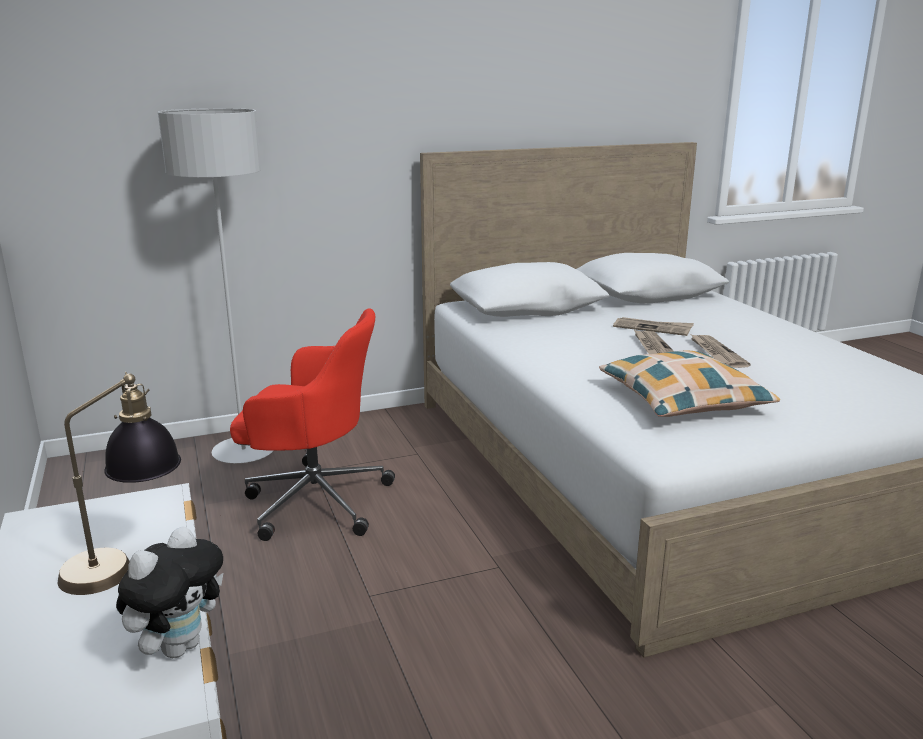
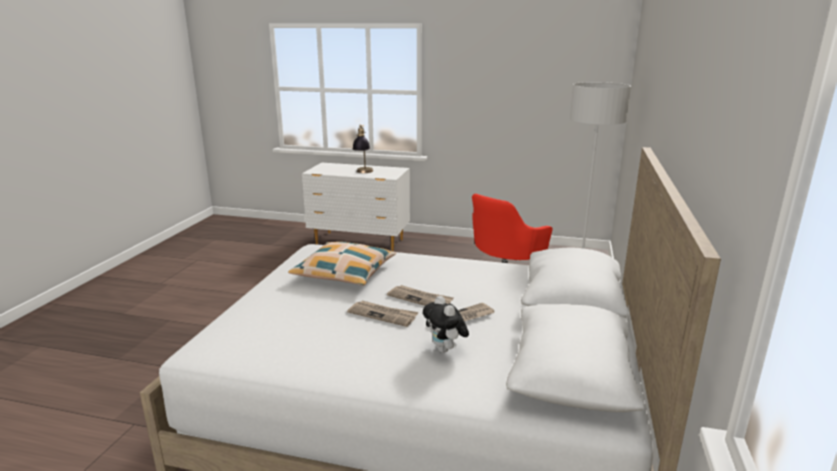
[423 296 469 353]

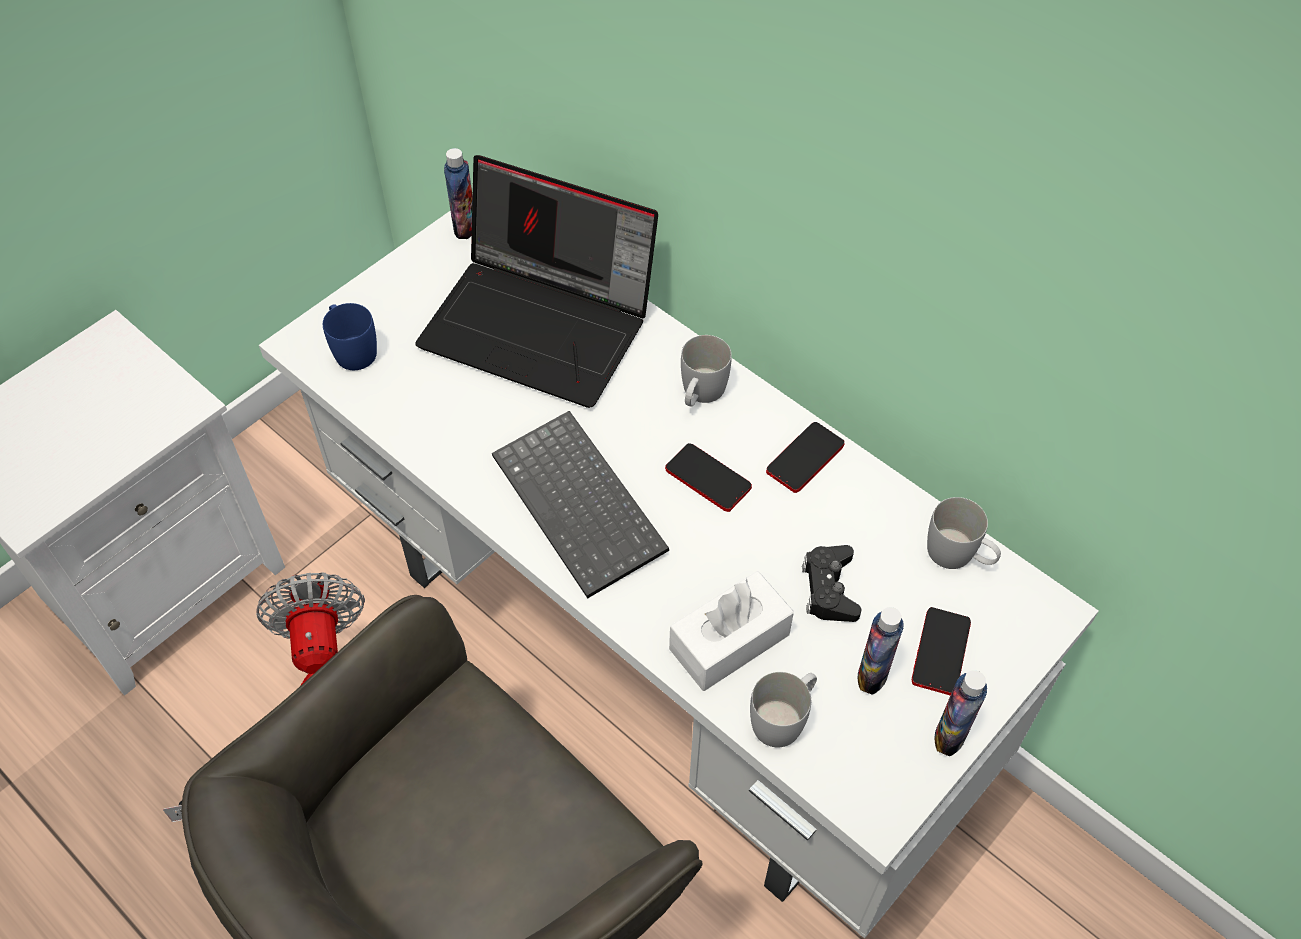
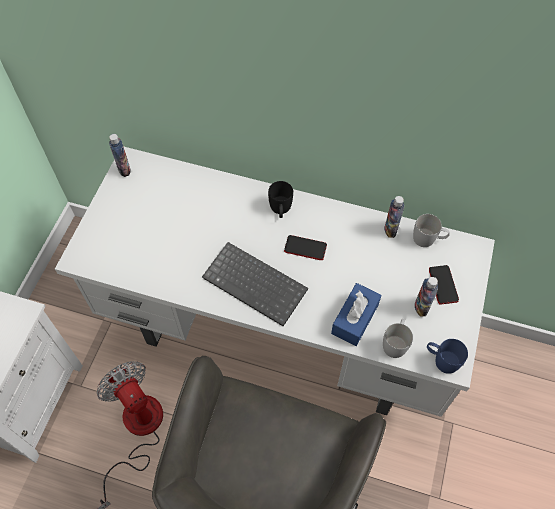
[415 155 658 408] (first image)
[766 422 845 493] (first image)
[802 545 861 622] (first image)
[427 339 468 374]
[384 196 404 238]
[331 283 381 346]
[268 181 293 218]

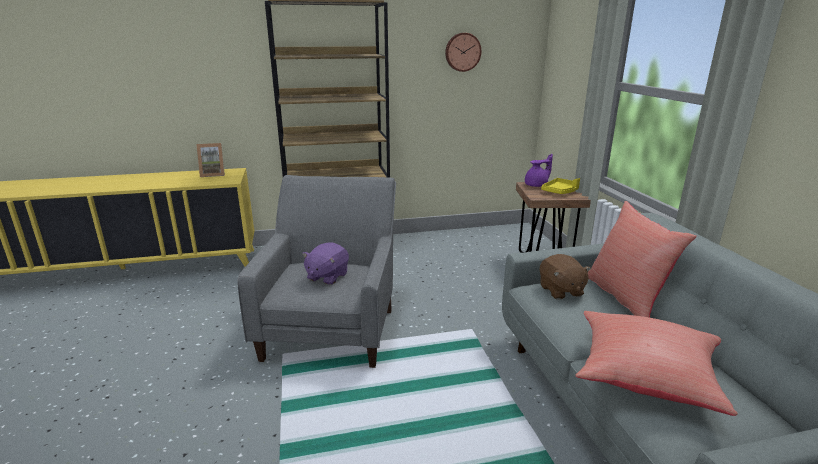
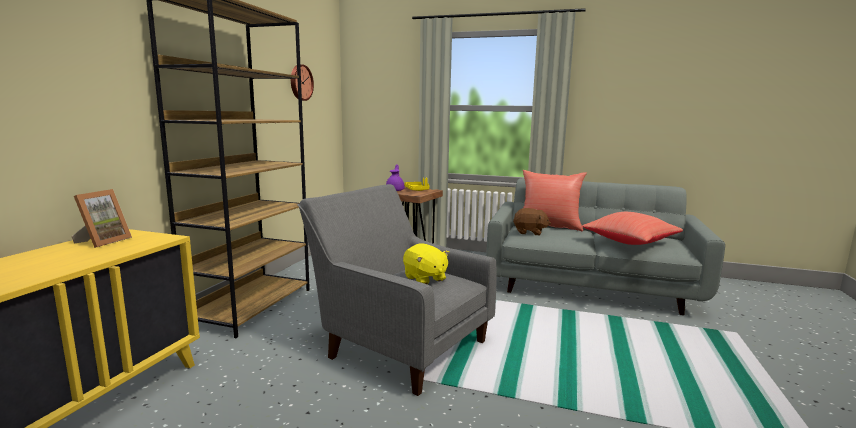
[403 243 450 284]

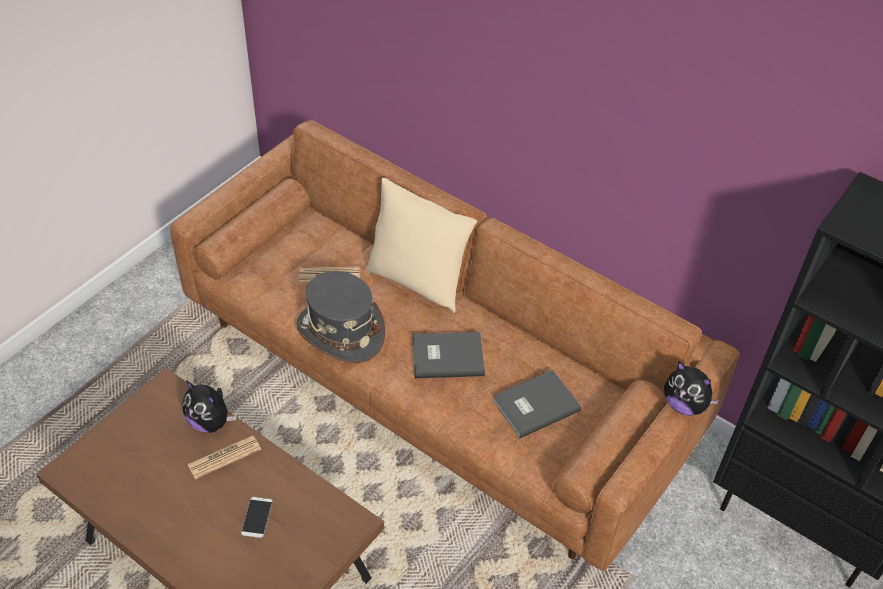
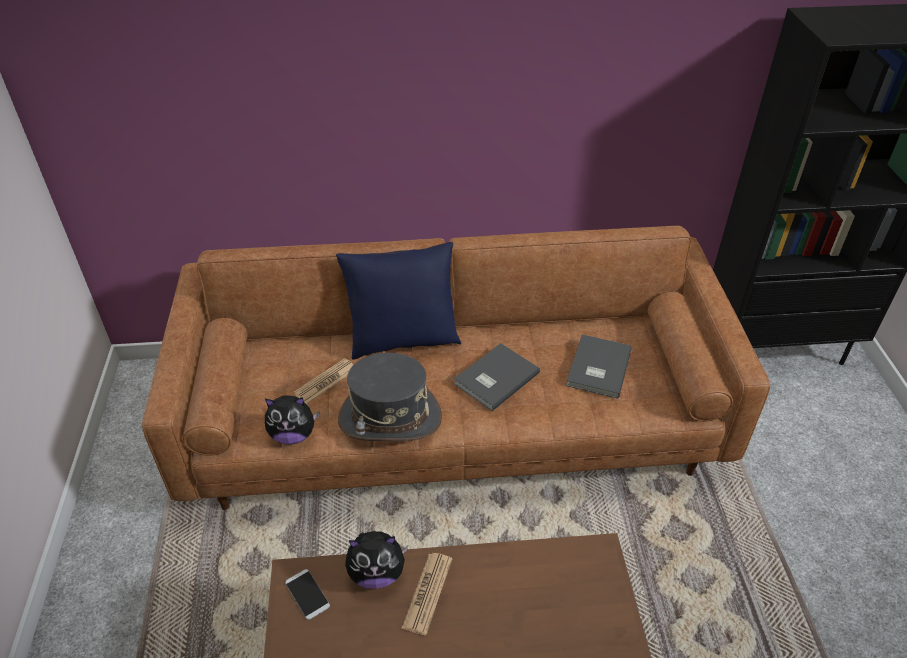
[285 569 330 620]
[265 395 319 445]
[336 242 461 360]

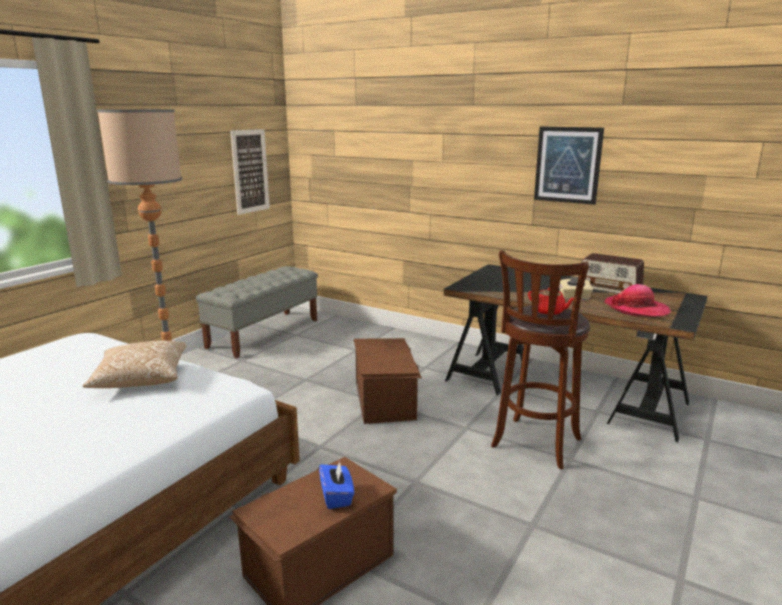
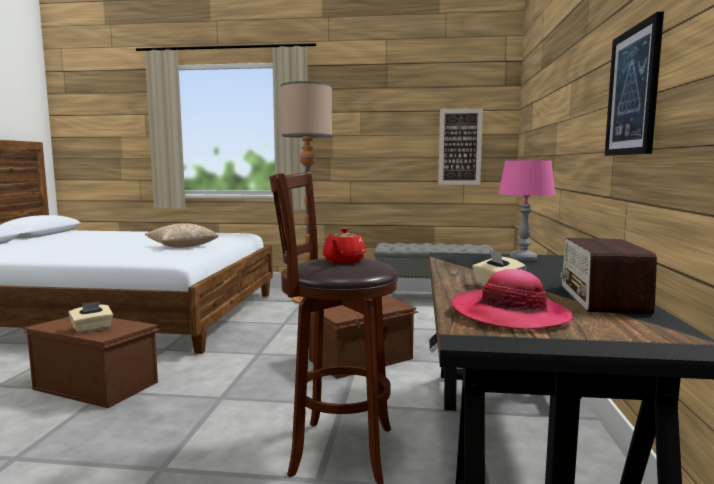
[498 160 556 261]
[68 301 113 333]

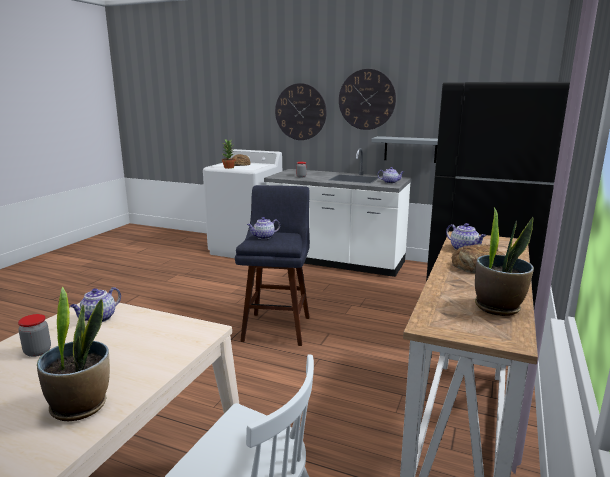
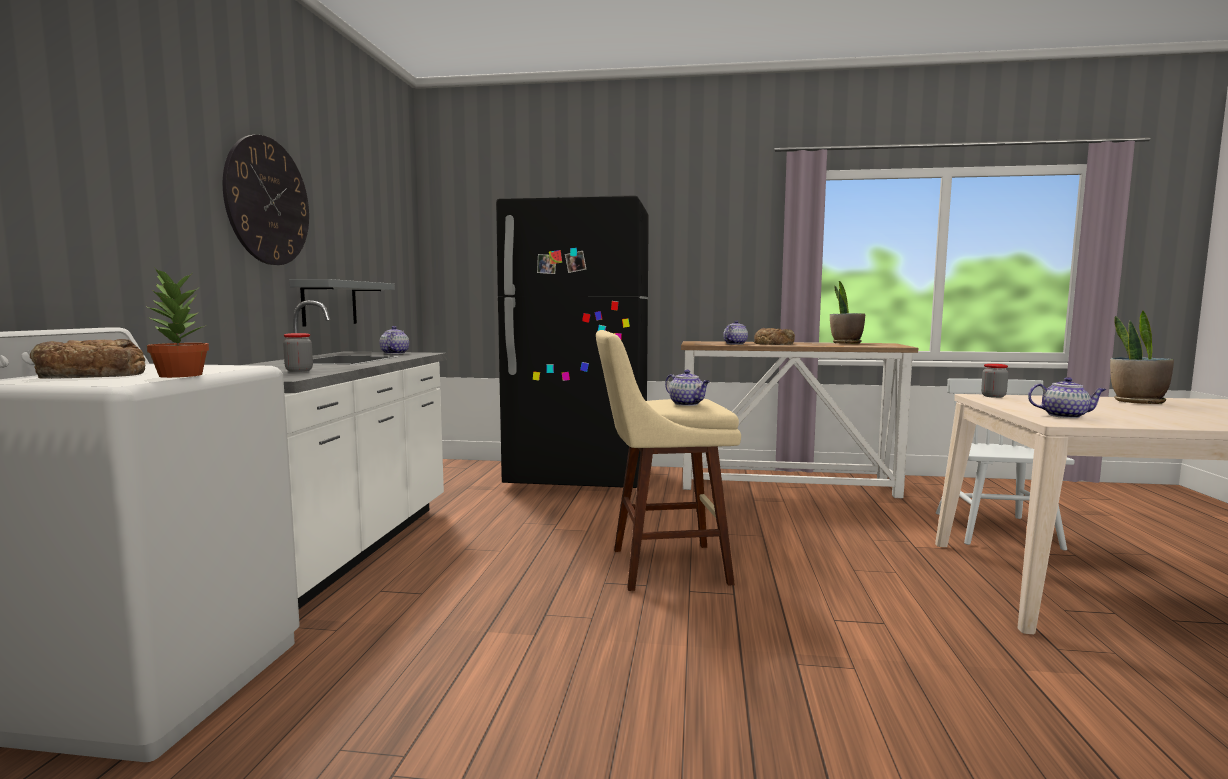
[275 83 327 140] (first image)
[981 364 1008 398]
[596 330 741 591]

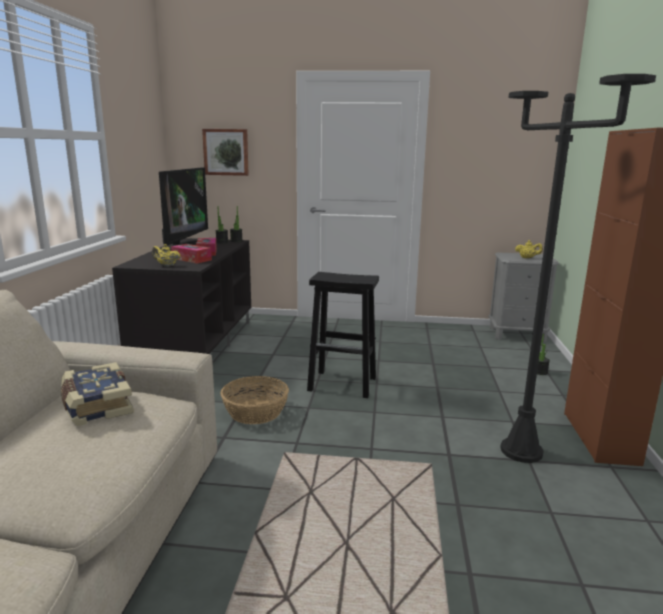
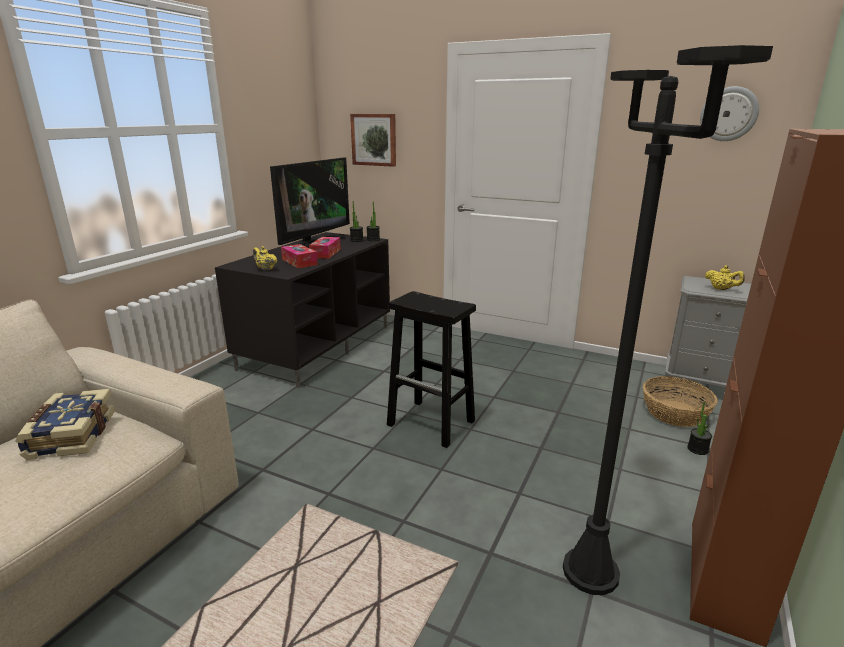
[700 86 759 141]
[643 376 718 427]

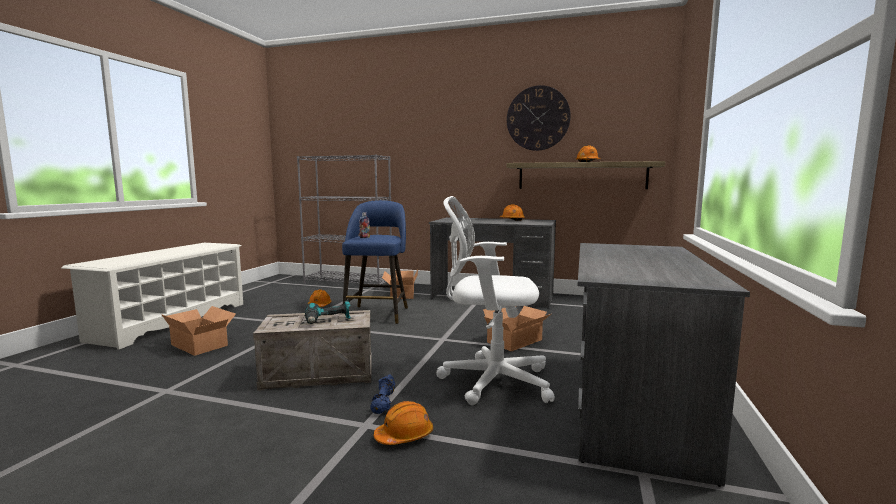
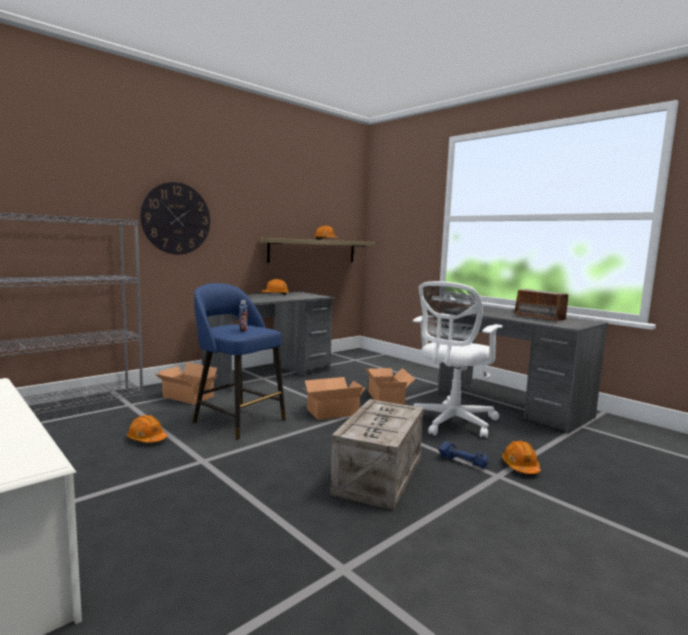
[305 301 351 324] (first image)
[513 289 571 322]
[301 377 365 420]
[140 182 210 255]

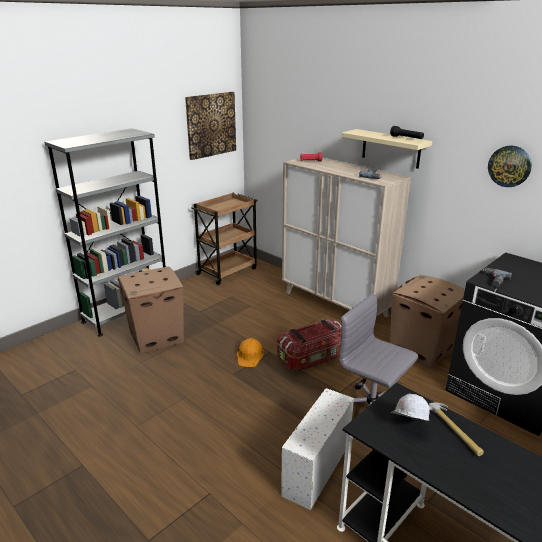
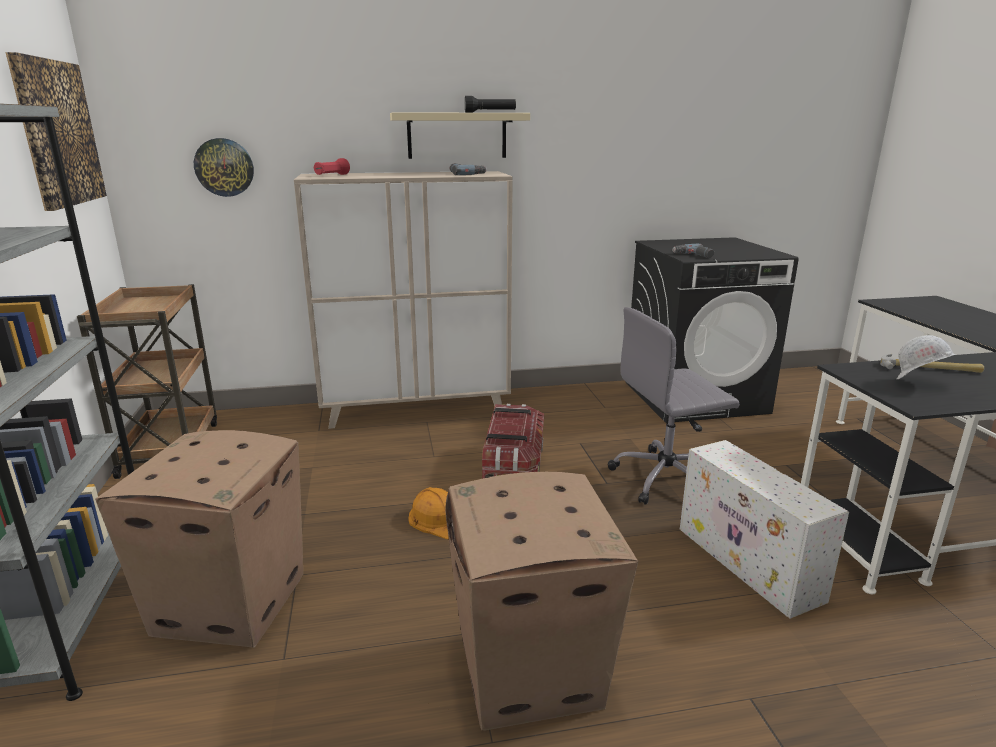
[445 472 638 731]
[194 138 254 197]

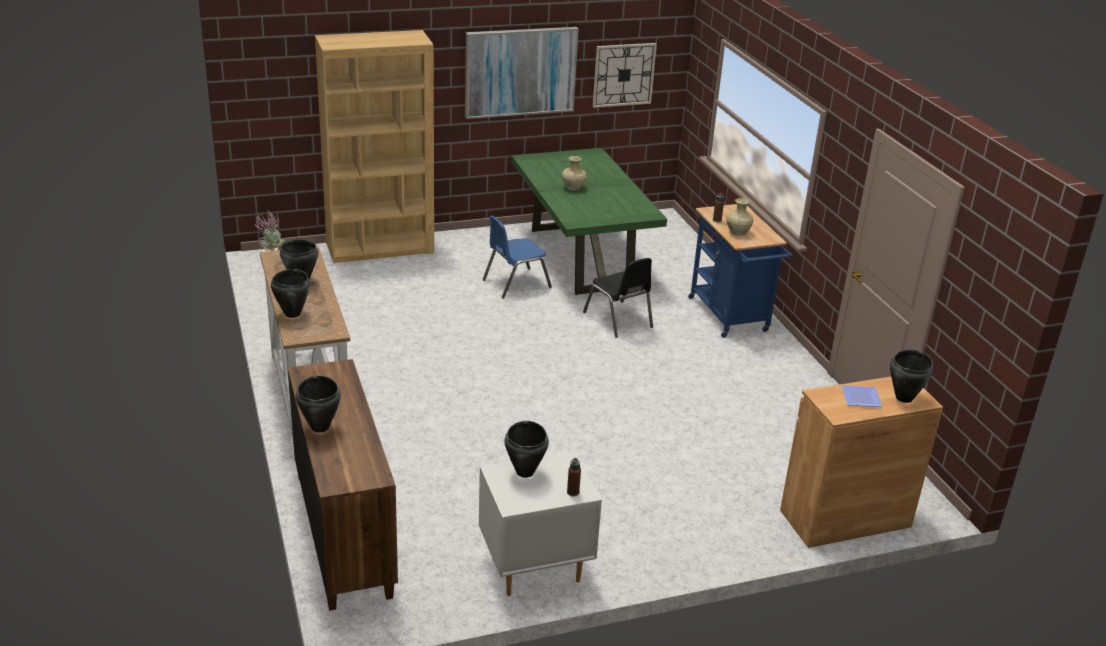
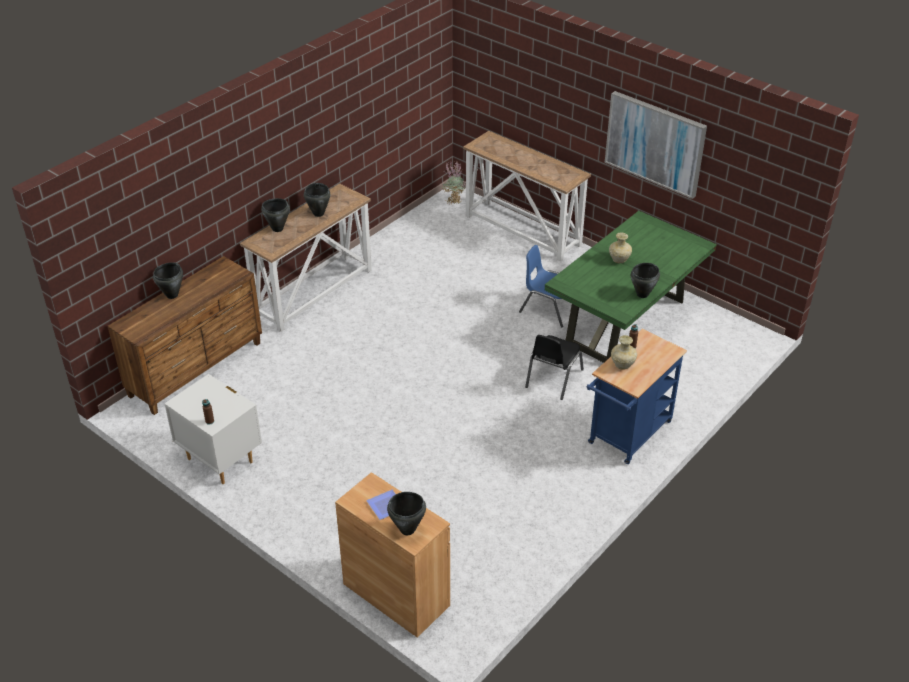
[593 43 657 108] (first image)
[631 263 660 298]
[463 131 591 261]

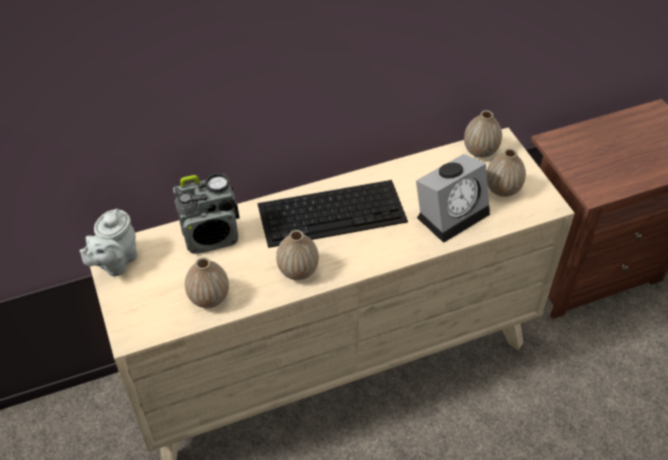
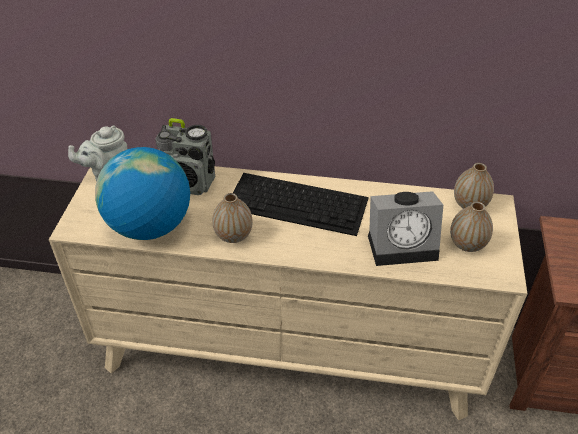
[95 147 190 240]

